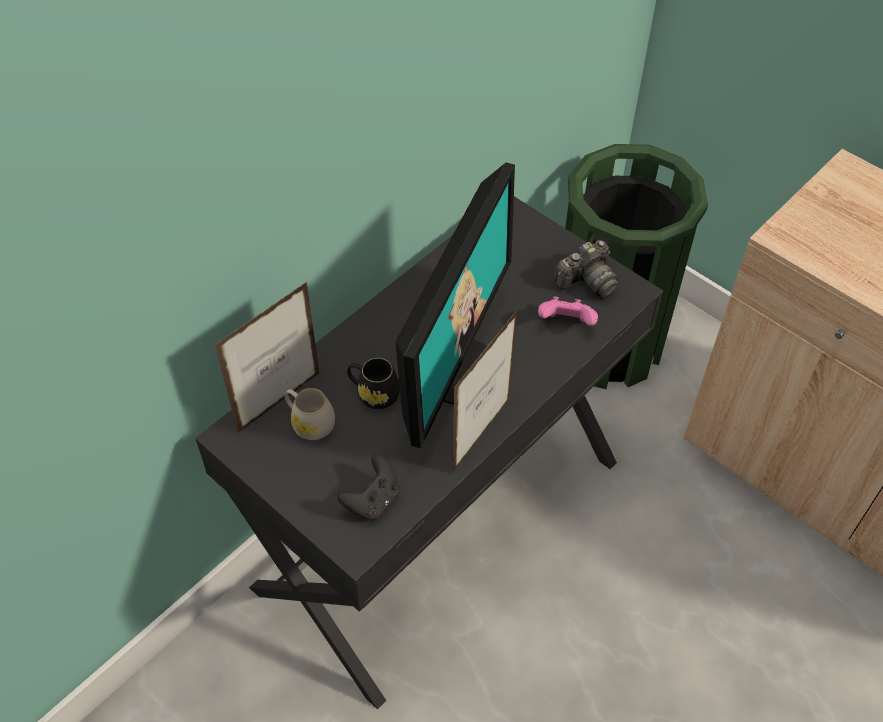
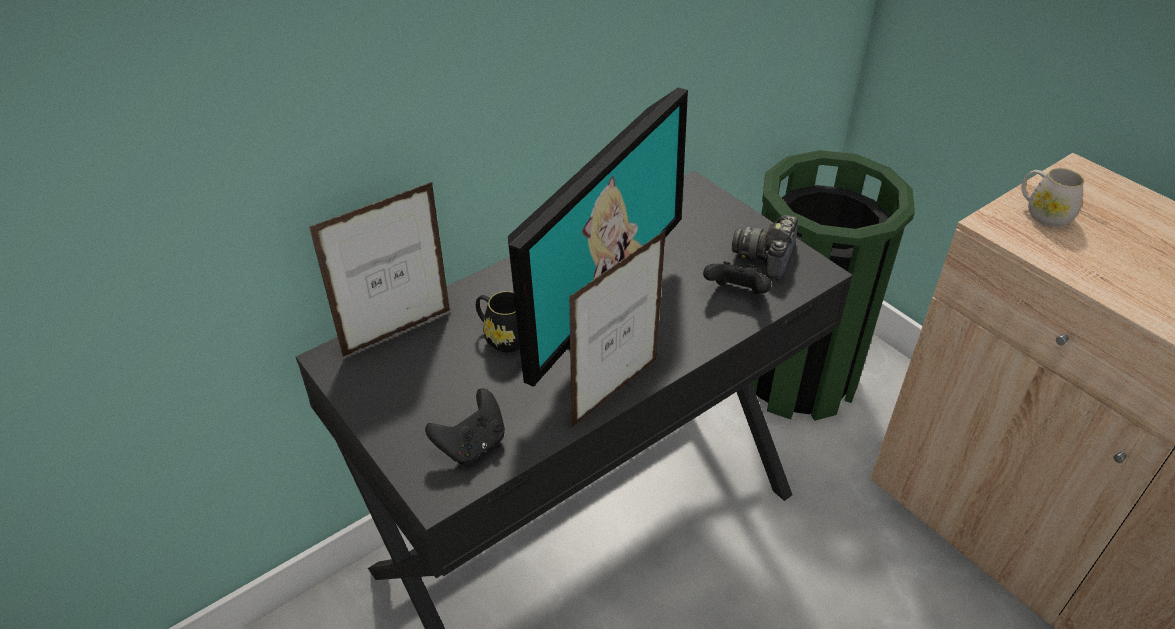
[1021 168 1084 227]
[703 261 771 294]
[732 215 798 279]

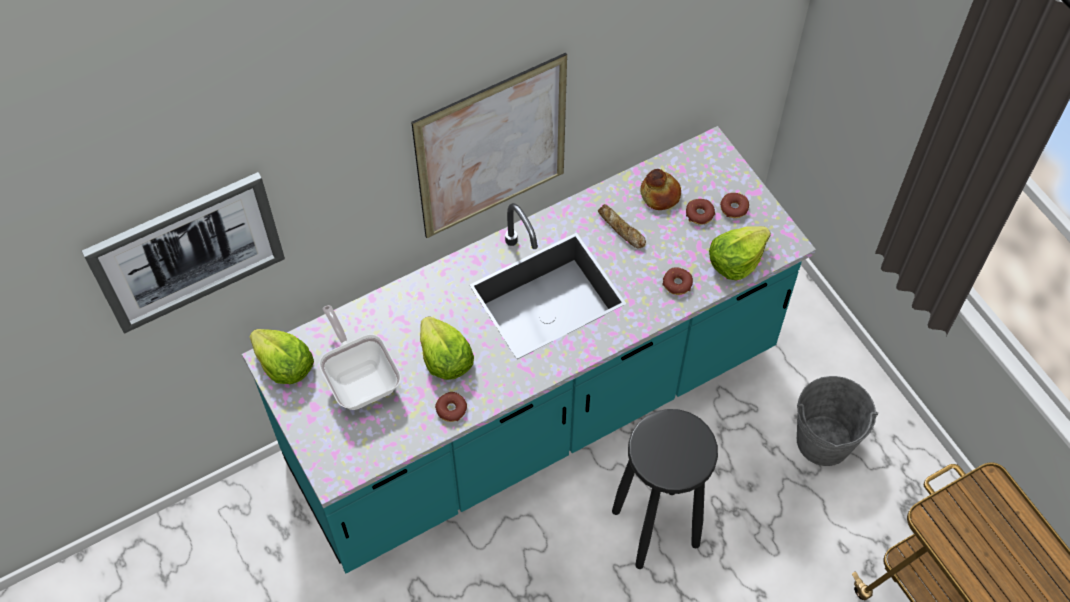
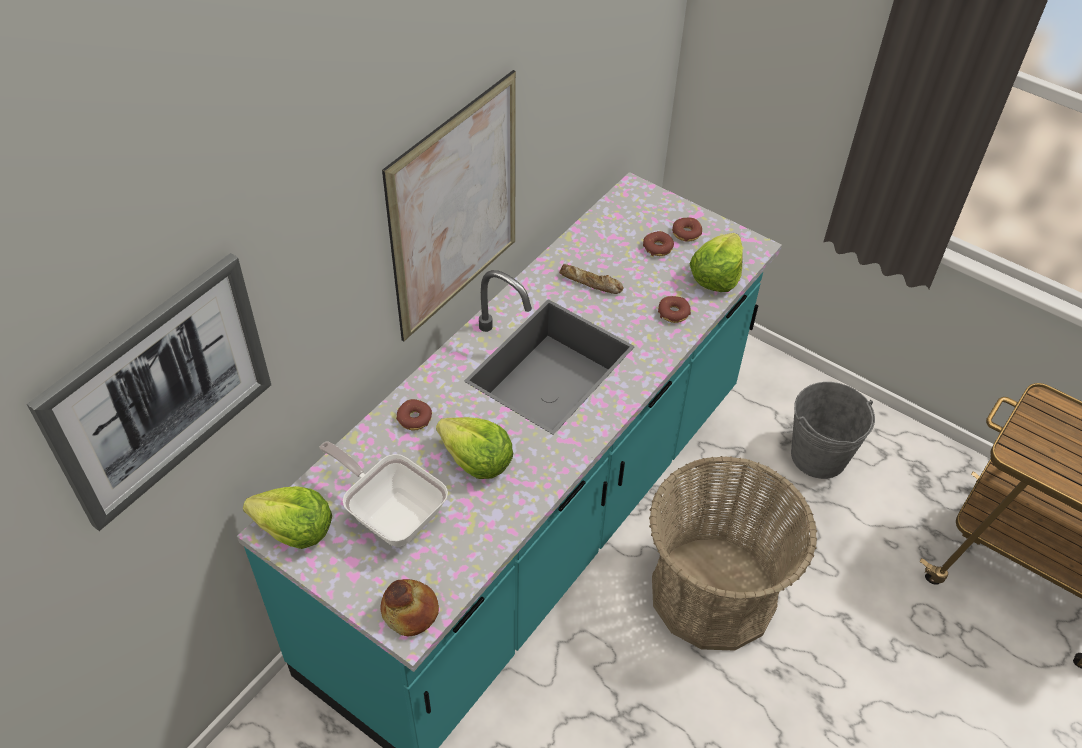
[396 399 432 430]
[380 579 439 636]
[649 456 817 651]

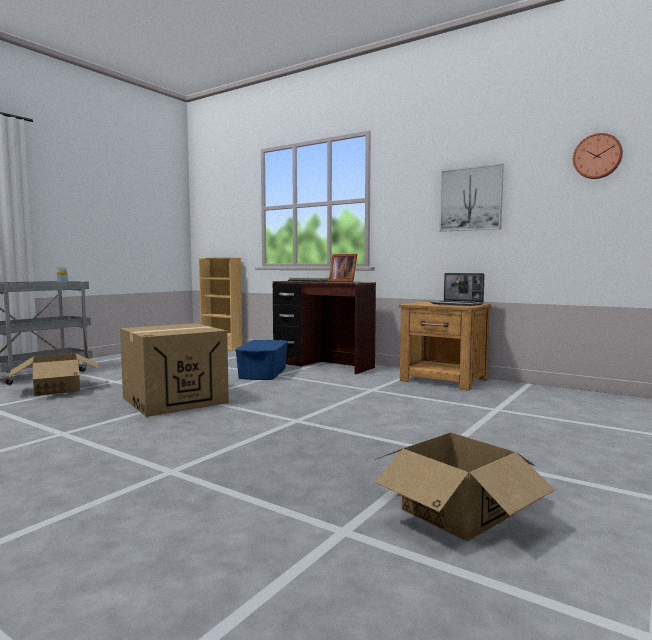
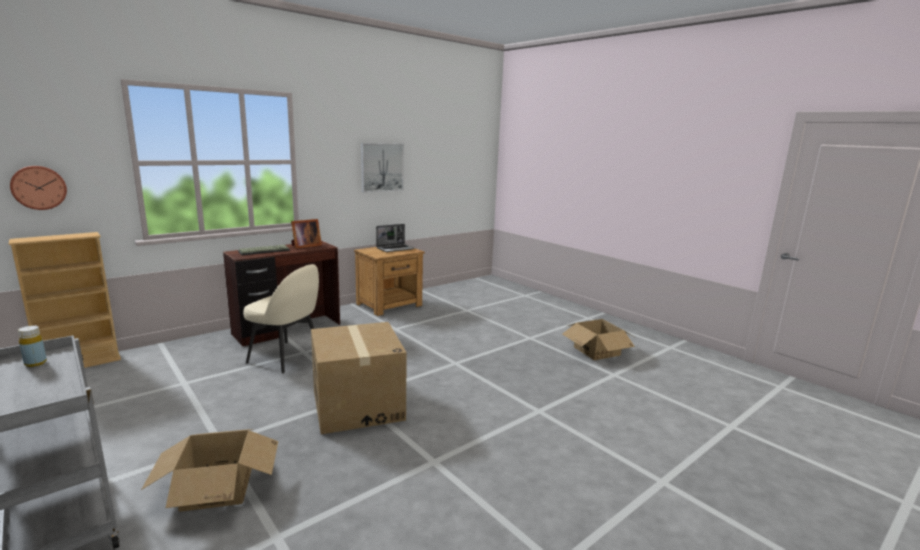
[10 166 67 210]
[243 264 319 373]

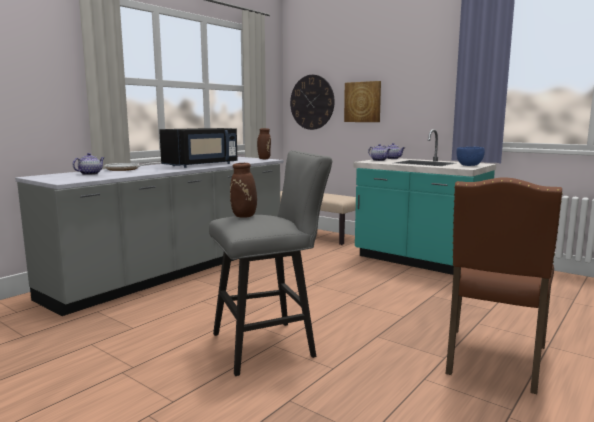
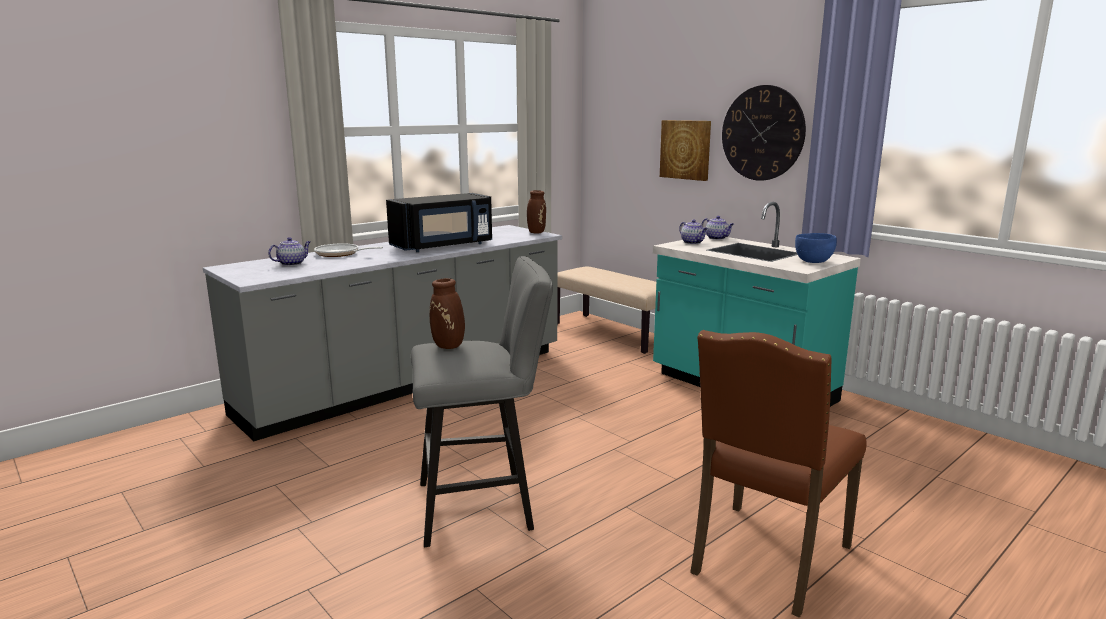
[722 85 806 181]

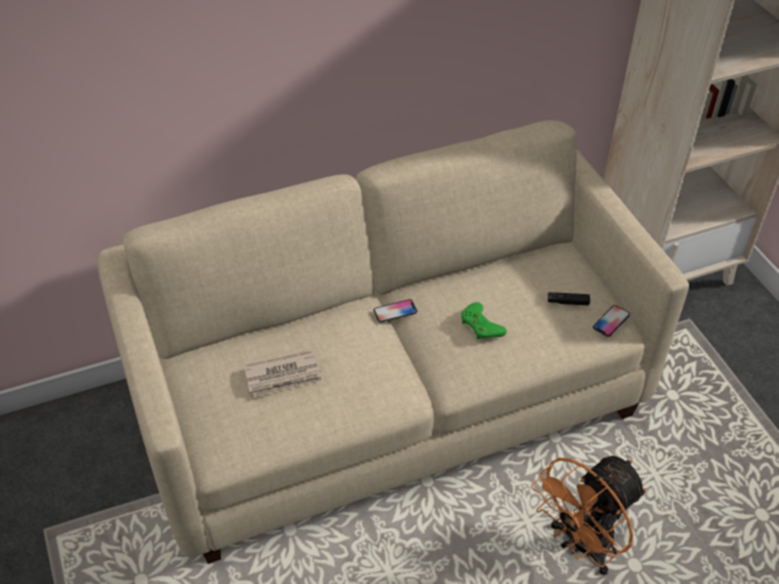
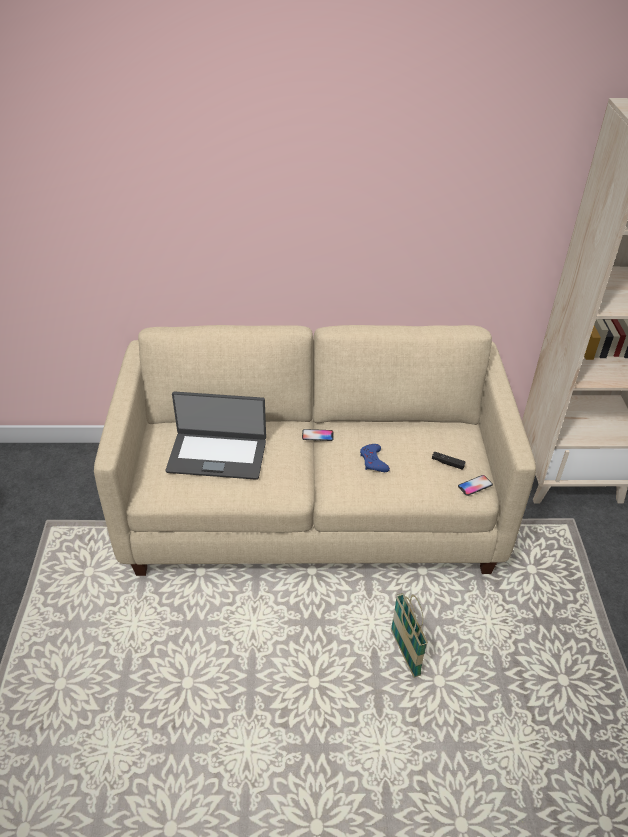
[166 391 266 480]
[391 593 428 678]
[360 444 390 472]

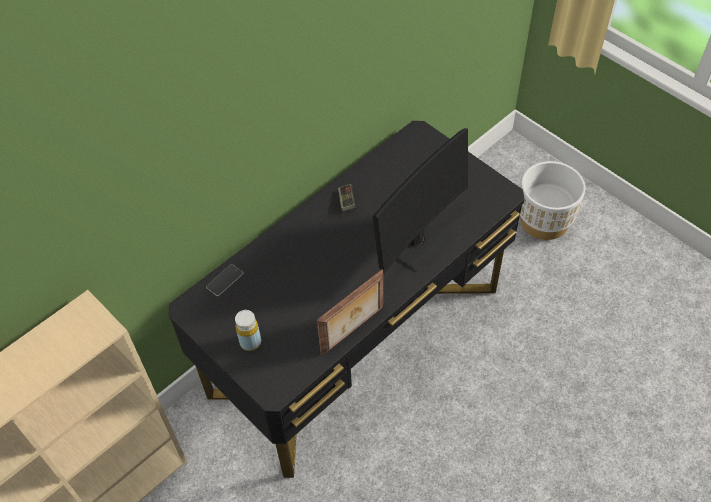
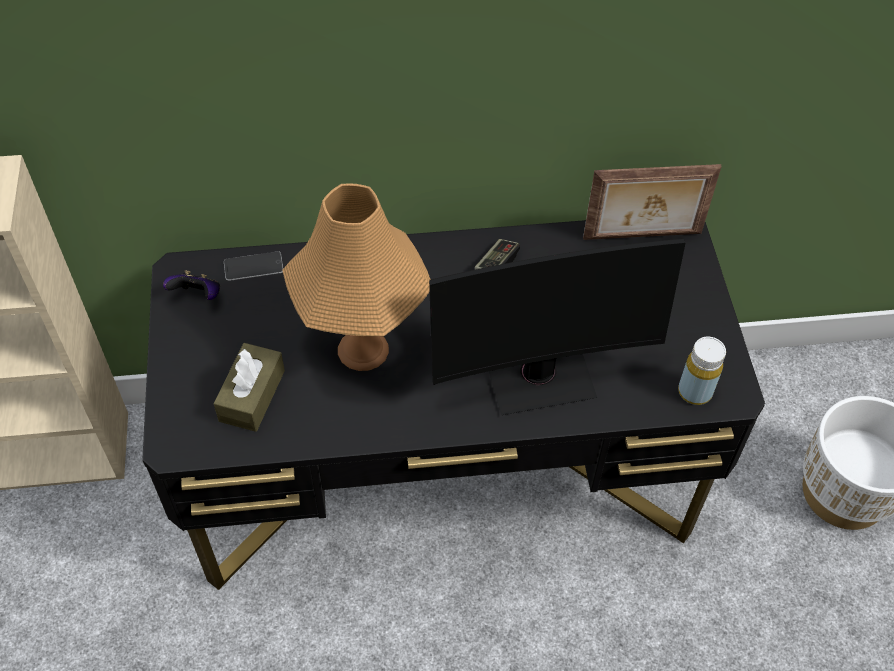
[163 270 220 300]
[213 343 285 432]
[282 183 431 371]
[678 337 726 405]
[583 164 722 240]

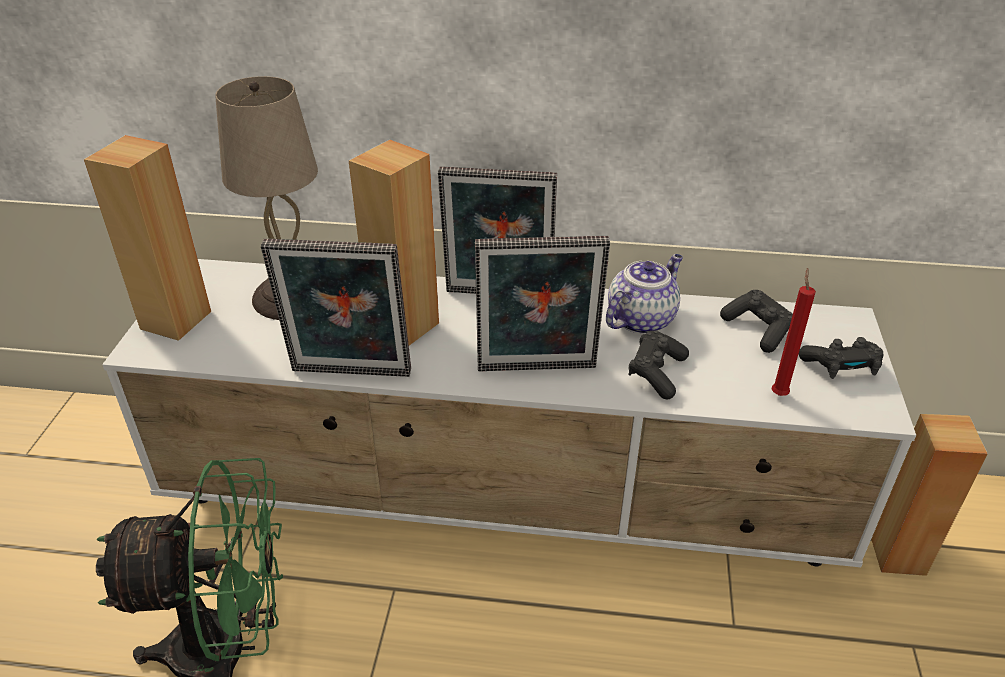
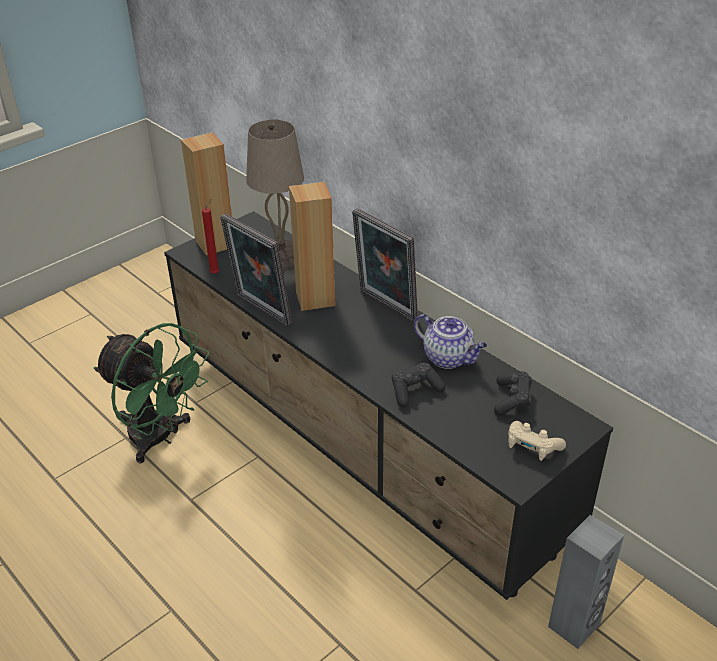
[475 236 610 372] (first image)
[202 199 219 274]
[164 211 613 600]
[508 421 566 461]
[548 515 624 649]
[414 314 487 369]

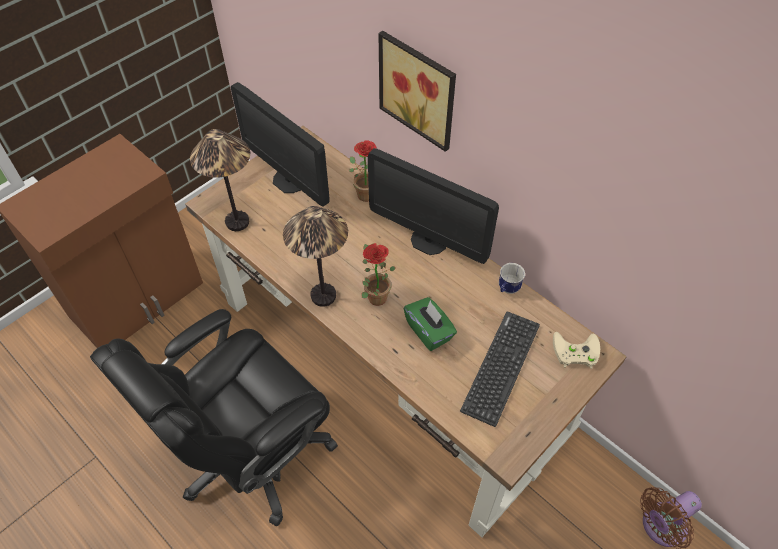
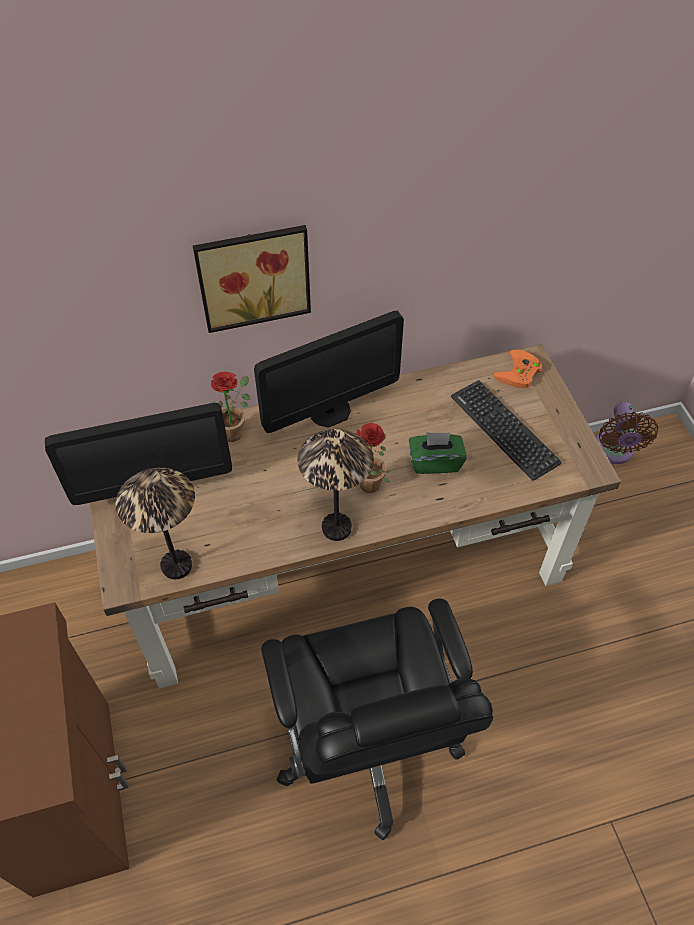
[499 263 525 294] (first image)
[493 349 542 388]

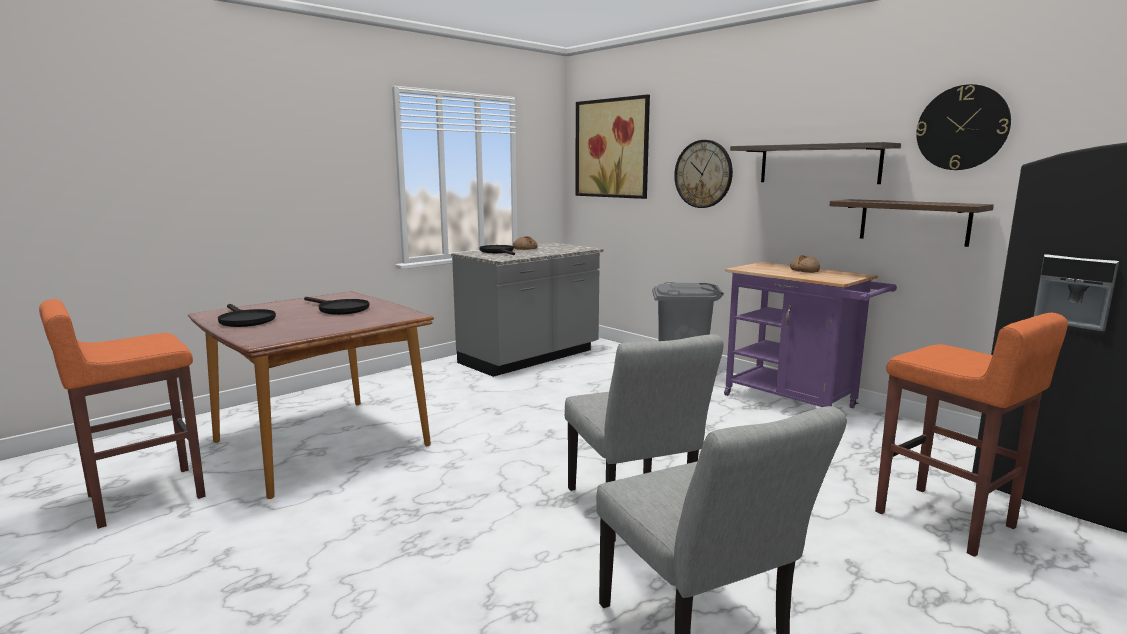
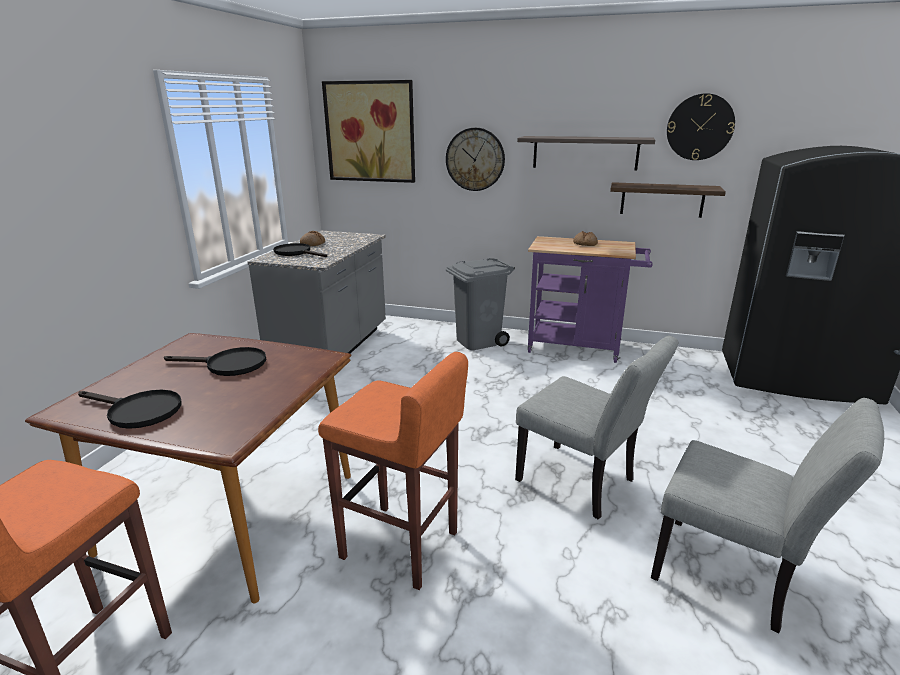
[318 352 468 590]

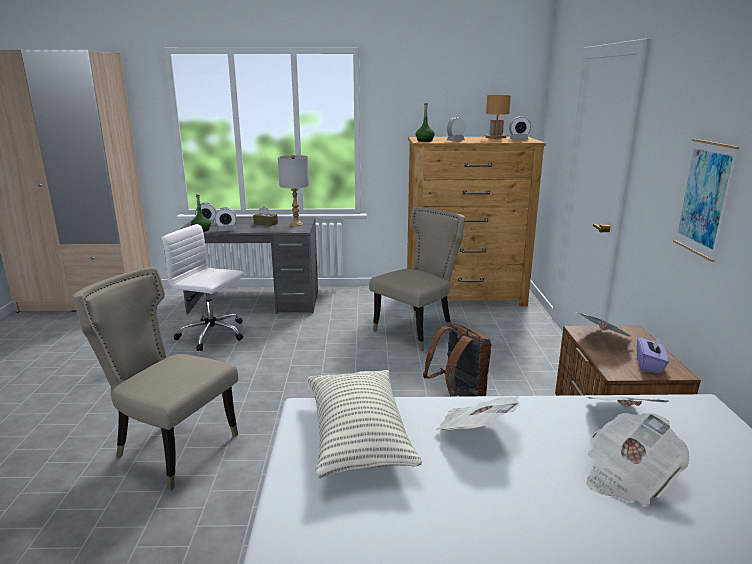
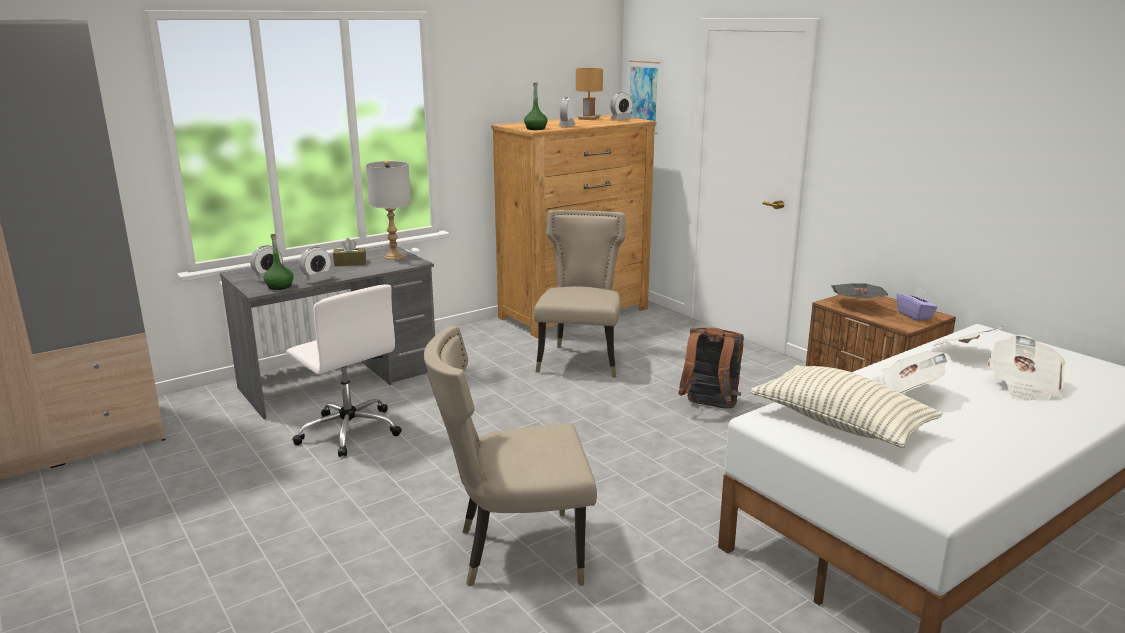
[628 60 660 134]
[286 284 402 457]

